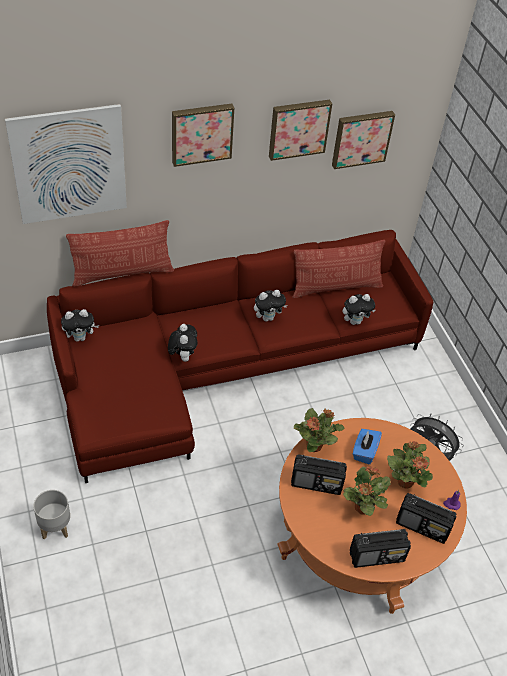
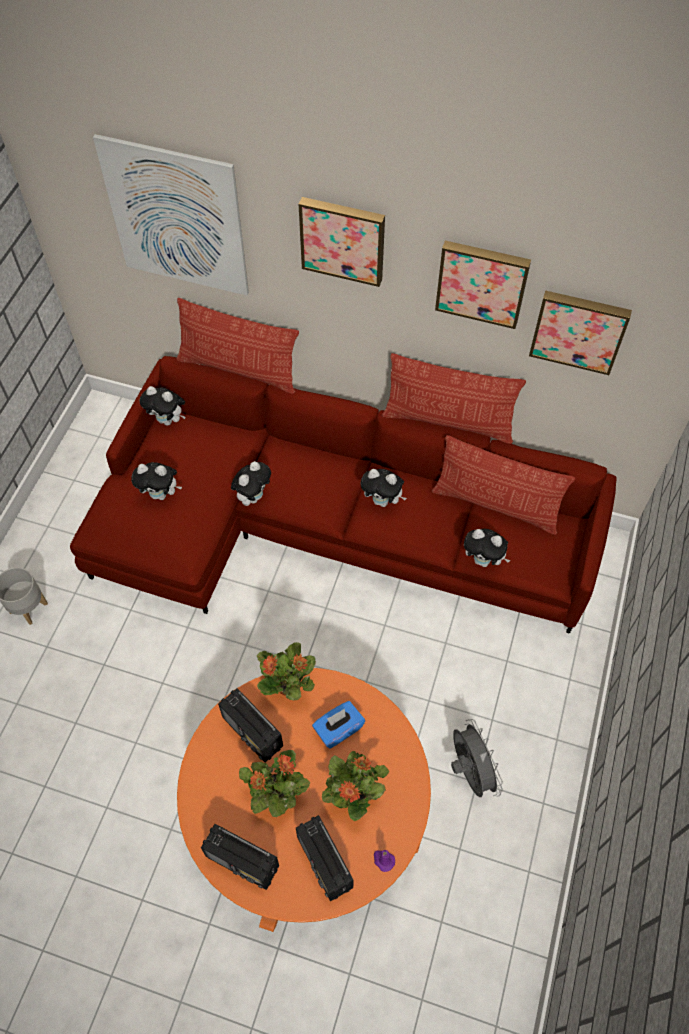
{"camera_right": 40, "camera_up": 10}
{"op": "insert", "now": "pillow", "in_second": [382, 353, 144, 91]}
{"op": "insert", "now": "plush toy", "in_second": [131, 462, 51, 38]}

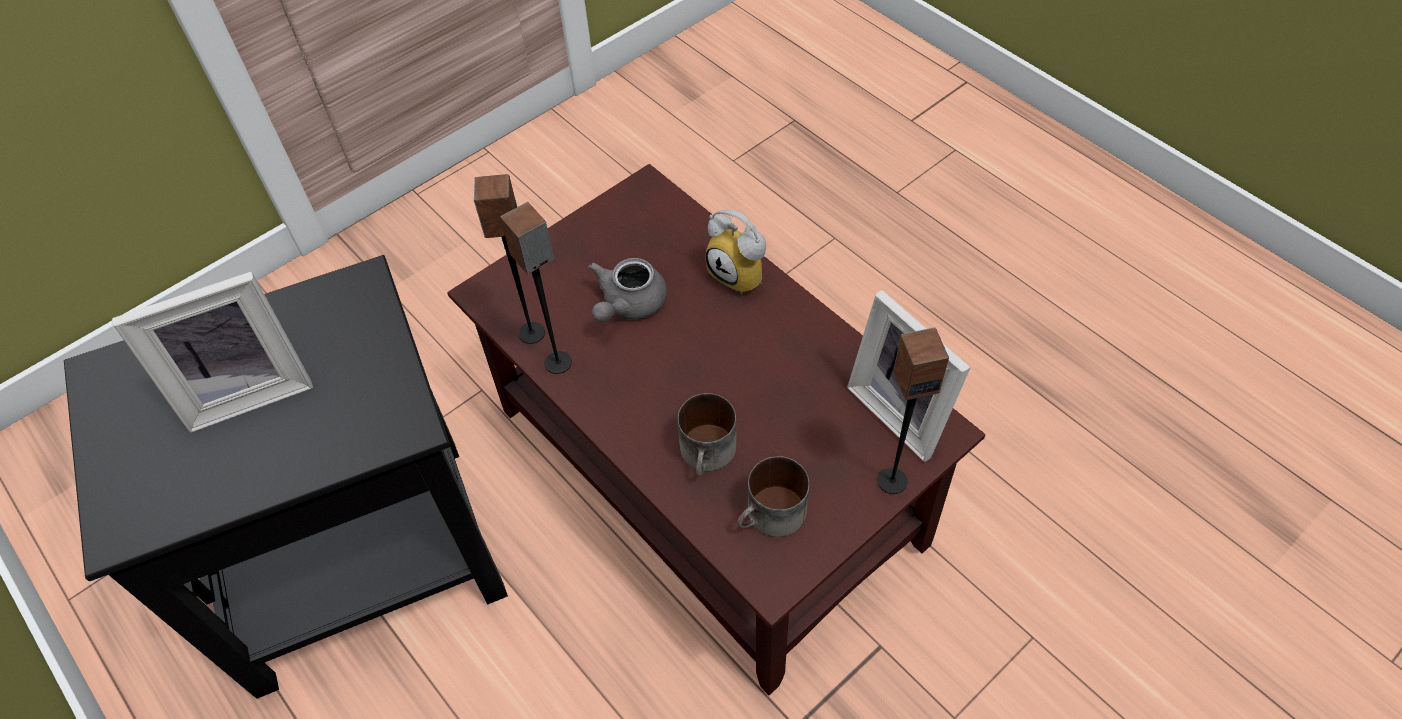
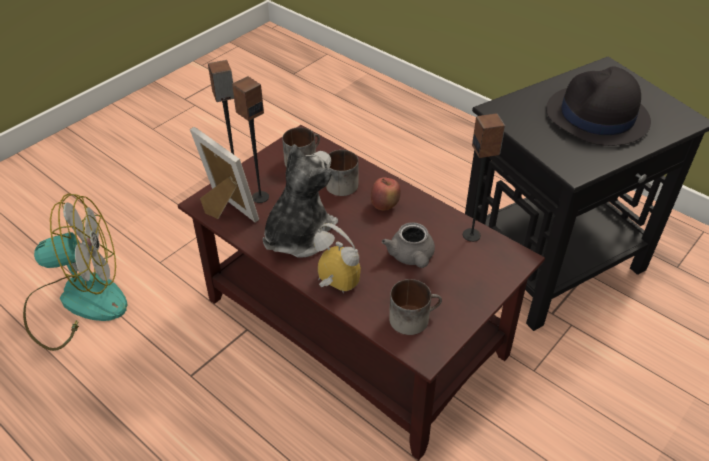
{"camera_right": 170, "camera_up": -10}
{"op": "move", "was": "speaker", "in_first": [500, 202, 72, 172], "in_second": [232, 76, 37, 127]}
{"op": "rotate", "was": "grey teapot", "in_first": [589, 258, 78, 64], "in_second": [382, 222, 53, 46], "clockwise": 150}
{"op": "replace", "was": "picture frame", "now": "black hat", "in_first": [112, 271, 201, 162], "in_second": [546, 66, 105, 80]}
{"op": "insert", "now": "plush toy", "in_second": [263, 144, 75, 114]}
{"op": "insert", "now": "apple", "in_second": [371, 177, 30, 33]}
{"op": "insert", "now": "fan", "in_second": [23, 193, 105, 158]}
{"op": "insert", "now": "mug", "in_second": [389, 279, 53, 56]}

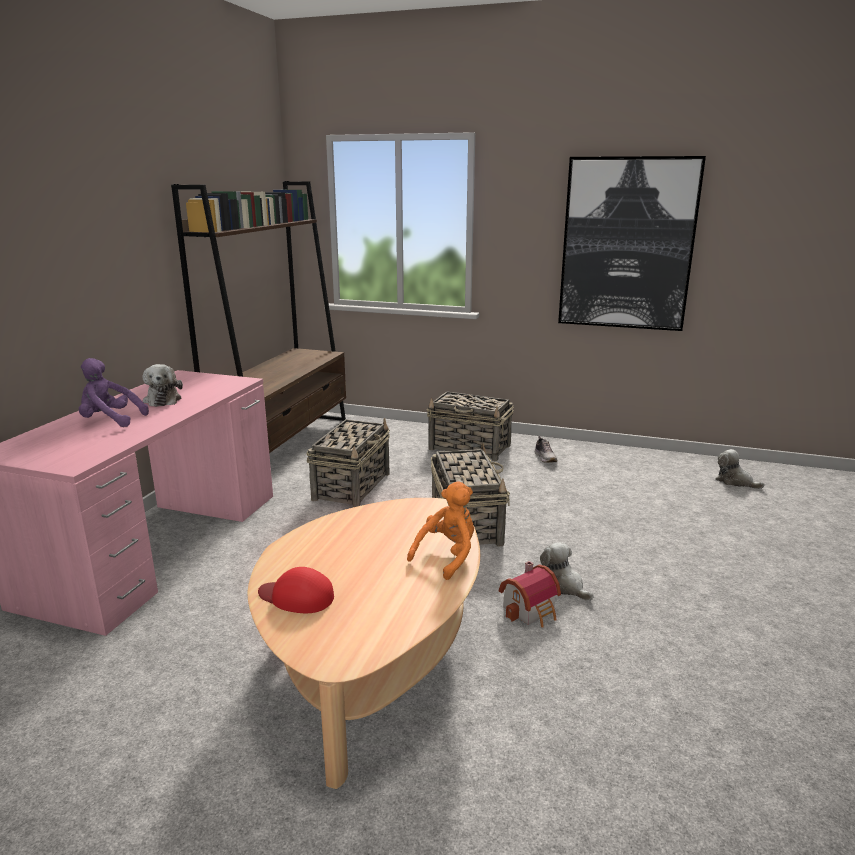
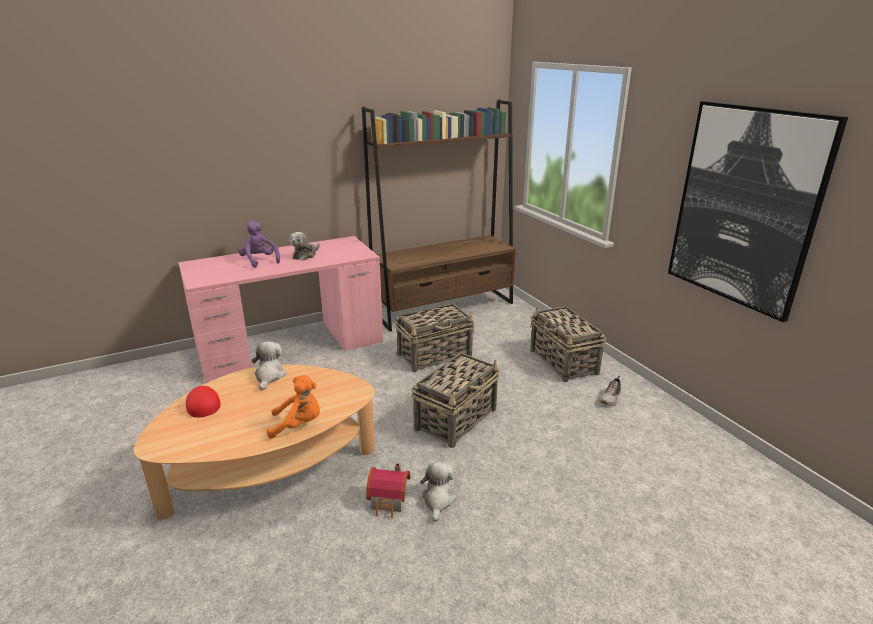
{"camera_right": 45, "camera_up": 5}
{"op": "move", "was": "plush toy", "in_first": [715, 449, 50, 40], "in_second": [251, 341, 35, 50]}

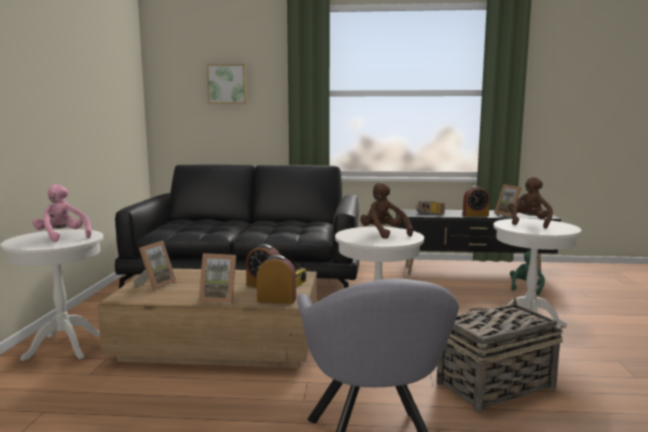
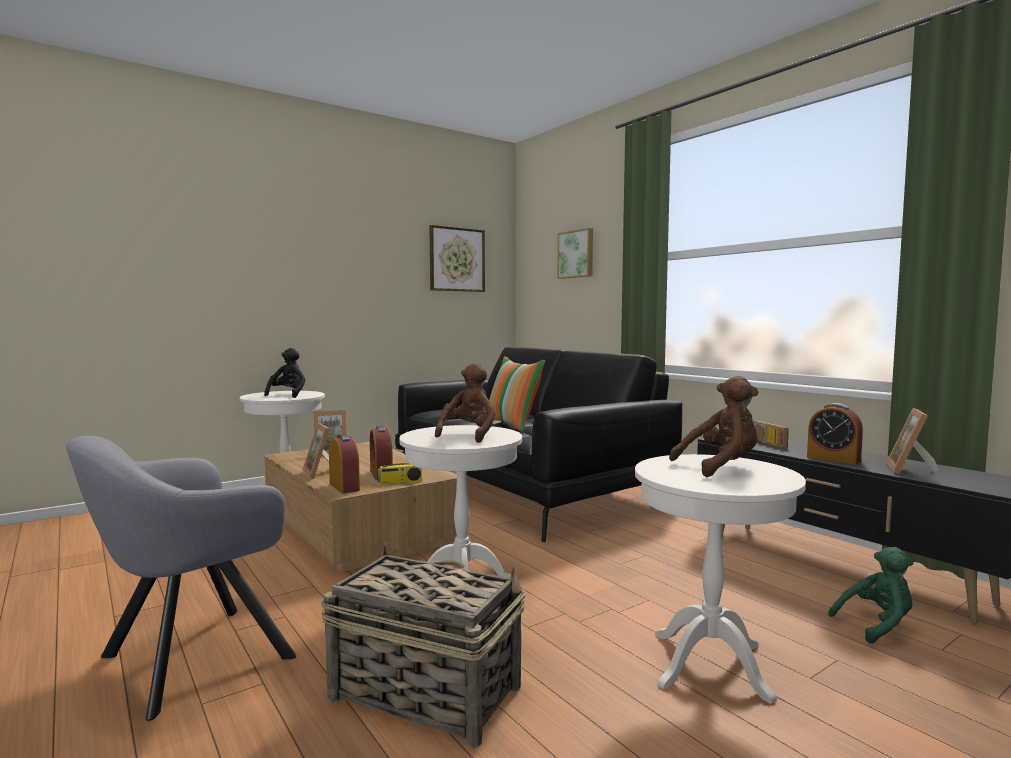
{"camera_right": 50, "camera_up": -5}
{"op": "recolor", "was": "pink plush toy", "now": "black plush toy", "in_first": [33, 184, 58, 58], "in_second": [264, 348, 41, 50]}
{"op": "insert", "now": "picture", "in_second": [429, 225, 56, 67]}
{"op": "insert", "now": "pillow", "in_second": [489, 356, 56, 76]}

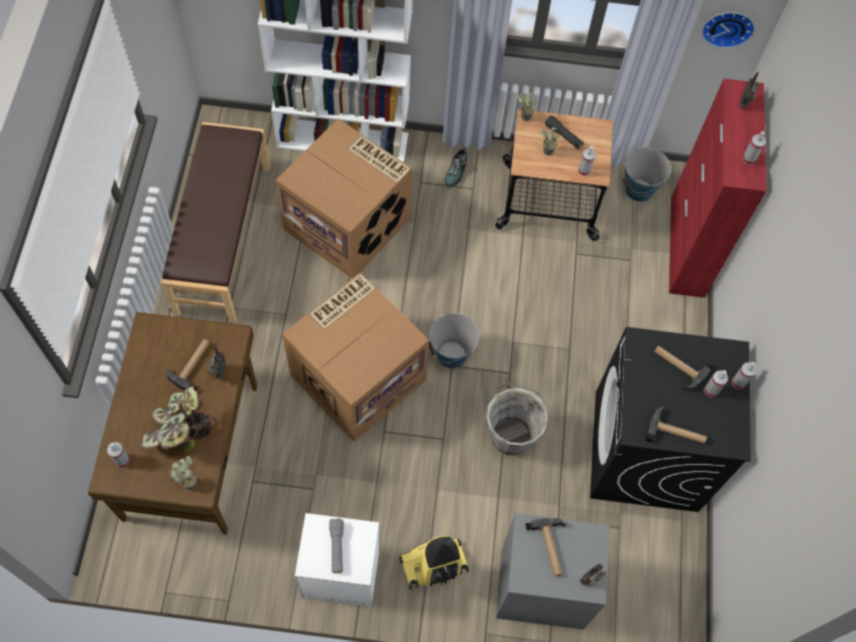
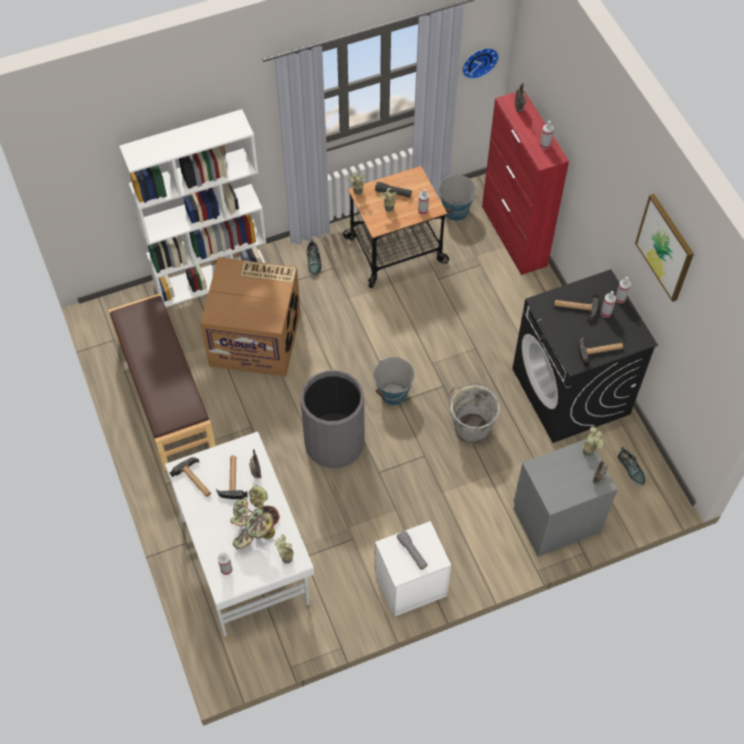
{"camera_right": -25, "camera_up": -5}
{"op": "replace", "was": "cardboard box", "now": "grey trash can", "in_first": [282, 273, 147, 169], "in_second": [300, 370, 64, 98]}
{"op": "recolor", "was": "brown desk", "now": "white desk", "in_first": [88, 312, 169, 223], "in_second": [165, 431, 149, 206]}
{"op": "move", "was": "hammer", "in_first": [526, 518, 40, 58], "in_second": [169, 457, 42, 40]}
{"op": "delete", "was": "vacuum cleaner", "in_first": [399, 536, 70, 54]}
{"op": "insert", "now": "picture", "in_second": [635, 194, 59, 108]}
{"op": "insert", "now": "potted plant", "in_second": [583, 427, 21, 30]}
{"op": "insert", "now": "shoe", "in_second": [617, 447, 28, 39]}

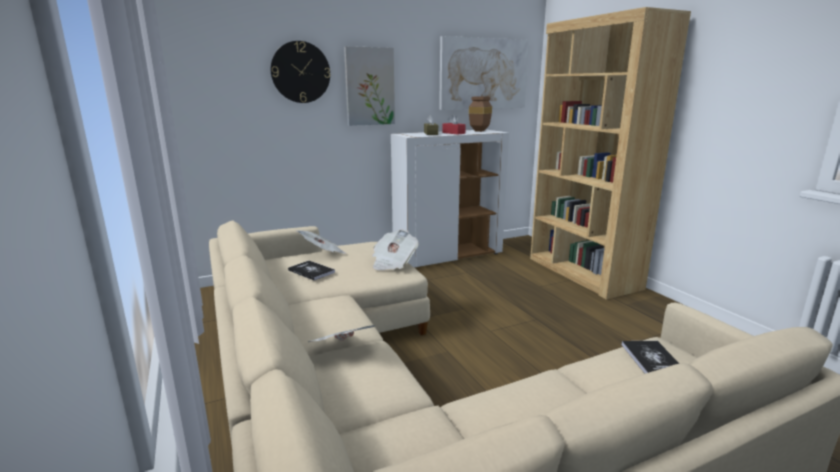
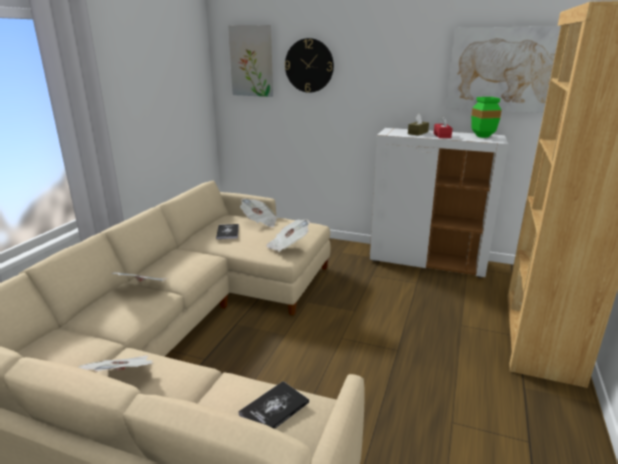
{"camera_right": 45, "camera_up": 5}
{"op": "move", "was": "picture", "in_first": [344, 46, 51, 80], "in_second": [228, 25, 45, 72]}
{"op": "recolor", "was": "brown vase", "now": "green vase", "in_first": [469, 96, 23, 36], "in_second": [471, 97, 31, 41]}
{"op": "insert", "now": "newspaper", "in_second": [78, 355, 76, 17]}

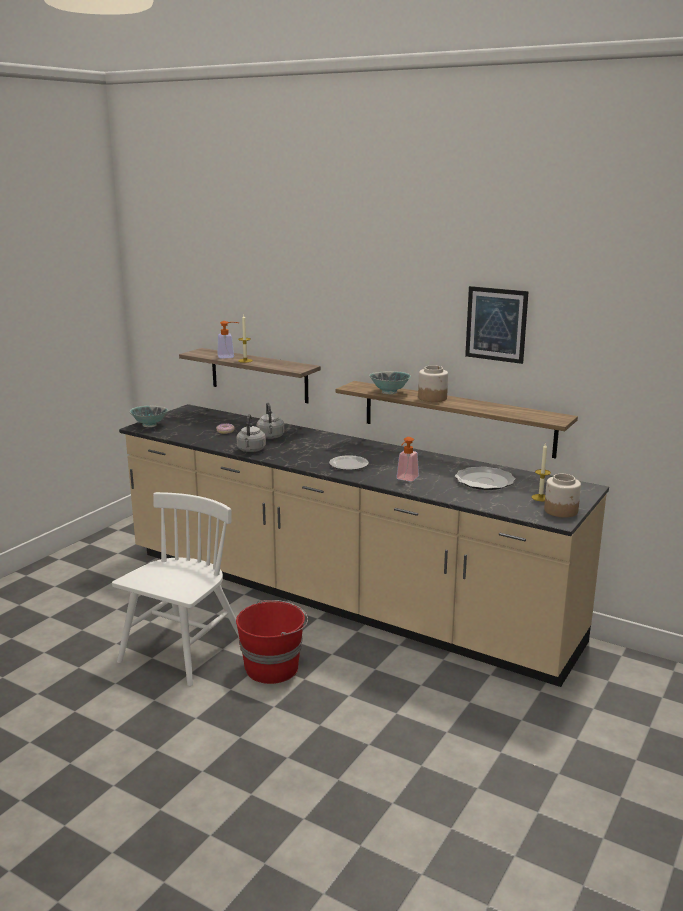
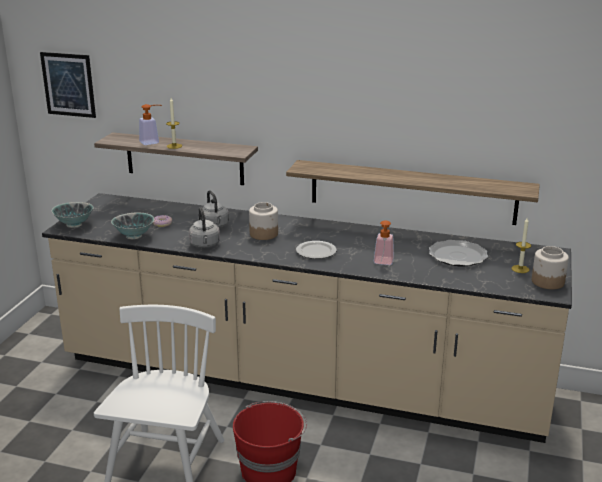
{"camera_right": -15, "camera_up": 5}
{"op": "move", "was": "picture", "in_first": [465, 286, 64, 78], "in_second": [40, 52, 56, 66]}
{"op": "move", "was": "jar", "in_first": [418, 365, 30, 37], "in_second": [249, 202, 29, 38]}
{"op": "move", "was": "bowl", "in_first": [369, 371, 42, 23], "in_second": [111, 213, 43, 26]}

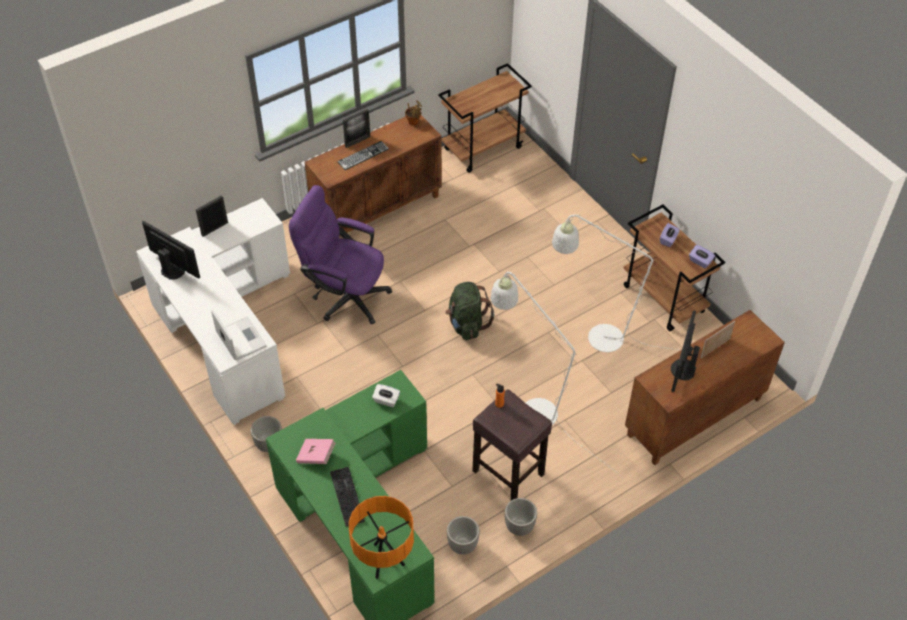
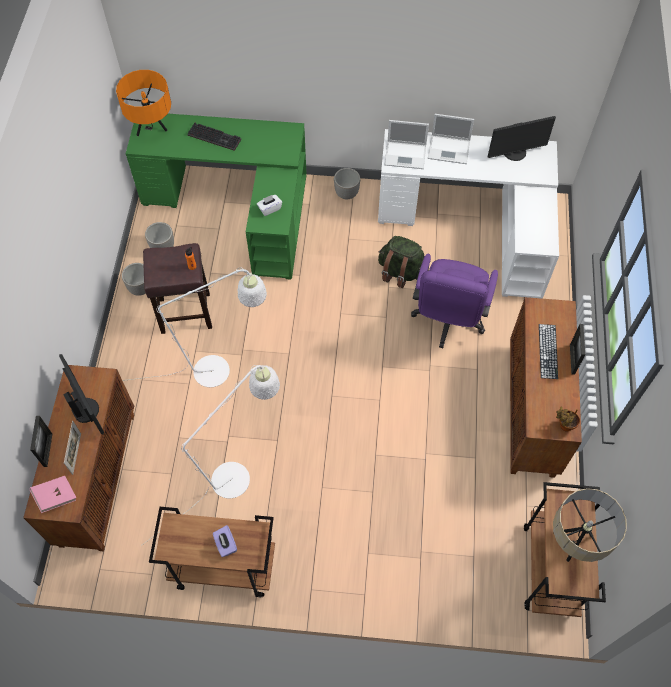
{"camera_right": 130, "camera_up": 10}
{"op": "rotate", "was": "purple office chair", "in_first": [289, 185, 103, 139], "in_second": [411, 254, 87, 94], "clockwise": 135}
{"op": "move", "was": "picture frame", "in_first": [196, 196, 32, 41], "in_second": [30, 416, 22, 51]}
{"op": "delete", "was": "purple tissue box", "in_first": [689, 245, 26, 23]}
{"op": "move", "was": "green backpack", "in_first": [445, 282, 49, 58], "in_second": [378, 236, 46, 52]}
{"op": "move", "was": "pink book", "in_first": [296, 439, 40, 25], "in_second": [30, 476, 47, 37]}
{"op": "insert", "now": "laptop", "in_second": [428, 114, 46, 50]}
{"op": "insert", "now": "beige table lamp", "in_second": [553, 488, 74, 74]}

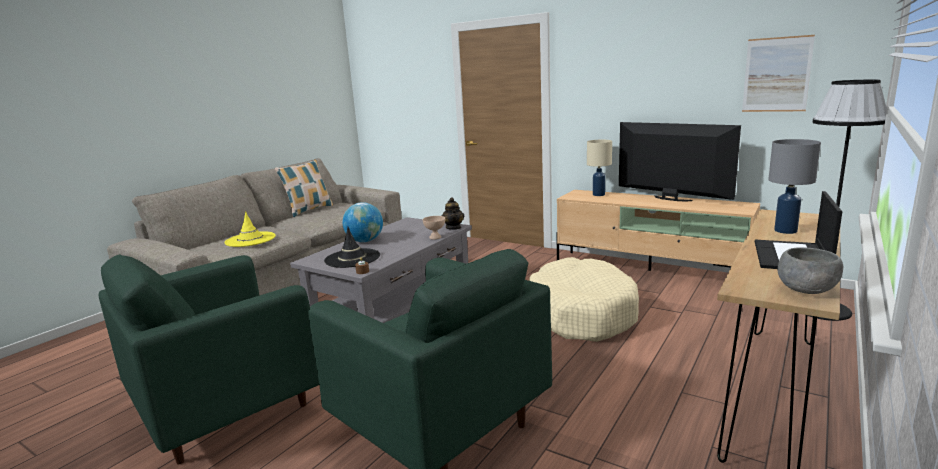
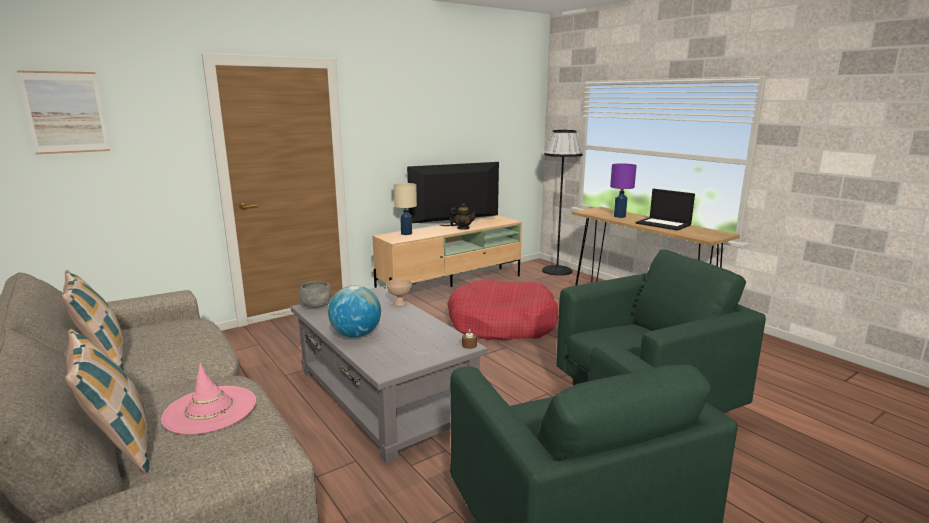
{"camera_right": -70, "camera_up": 0}
{"op": "move", "was": "picture", "in_first": [742, 35, 73, 77], "in_second": [17, 71, 93, 83]}
{"op": "recolor", "was": "grey table lamp", "now": "purple table lamp", "in_first": [768, 139, 53, 95], "in_second": [610, 163, 27, 55]}
{"op": "move", "was": "teapot", "in_first": [441, 198, 23, 32], "in_second": [449, 203, 28, 27]}
{"op": "recolor", "was": "yellow hat", "now": "pink hat", "in_first": [224, 211, 52, 36], "in_second": [161, 363, 95, 72]}
{"op": "delete", "was": "black hat", "in_first": [324, 227, 56, 41]}
{"op": "move", "was": "grey bowl", "in_first": [778, 247, 65, 47], "in_second": [299, 281, 33, 27]}
{"op": "recolor", "was": "beige dog bed", "now": "red dog bed", "in_first": [529, 257, 110, 85], "in_second": [447, 279, 111, 61]}
{"op": "insert", "now": "pillow", "in_second": [65, 329, 84, 144]}

